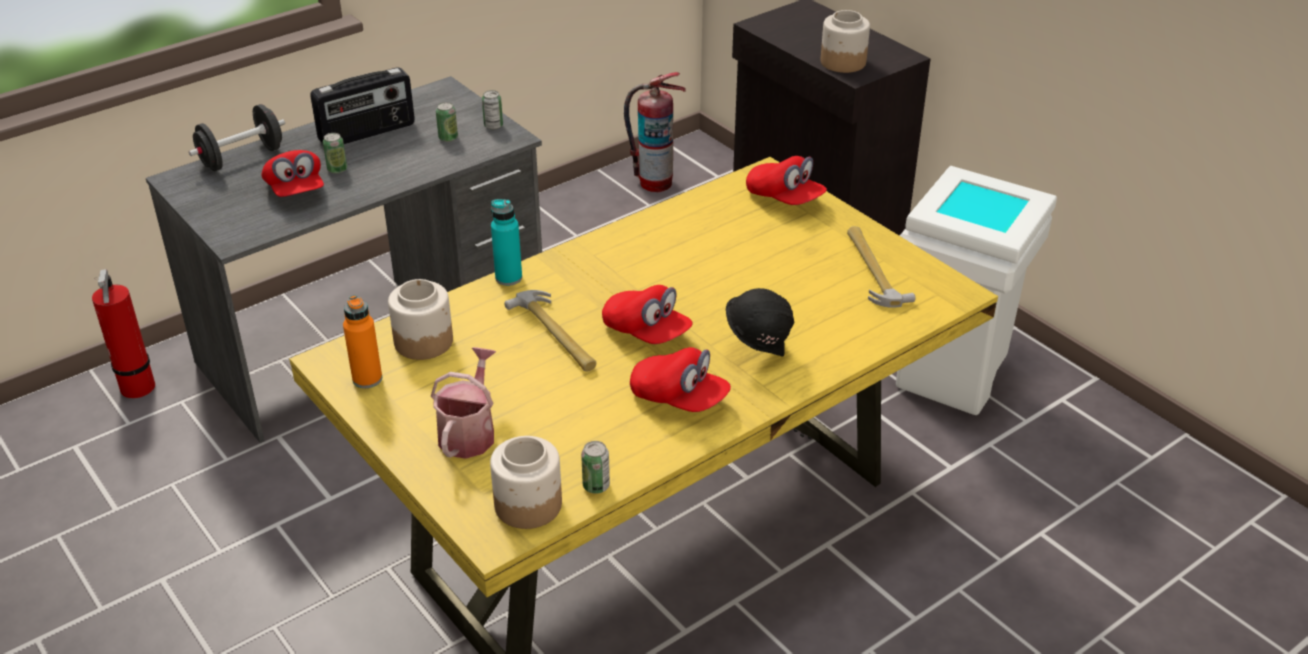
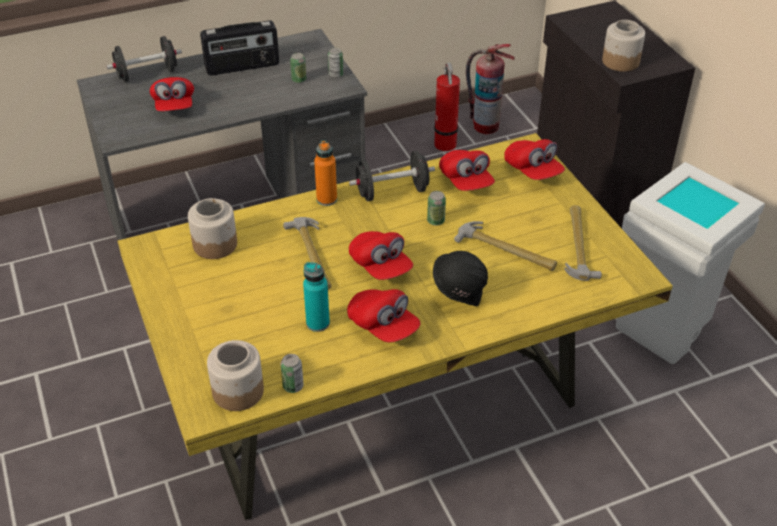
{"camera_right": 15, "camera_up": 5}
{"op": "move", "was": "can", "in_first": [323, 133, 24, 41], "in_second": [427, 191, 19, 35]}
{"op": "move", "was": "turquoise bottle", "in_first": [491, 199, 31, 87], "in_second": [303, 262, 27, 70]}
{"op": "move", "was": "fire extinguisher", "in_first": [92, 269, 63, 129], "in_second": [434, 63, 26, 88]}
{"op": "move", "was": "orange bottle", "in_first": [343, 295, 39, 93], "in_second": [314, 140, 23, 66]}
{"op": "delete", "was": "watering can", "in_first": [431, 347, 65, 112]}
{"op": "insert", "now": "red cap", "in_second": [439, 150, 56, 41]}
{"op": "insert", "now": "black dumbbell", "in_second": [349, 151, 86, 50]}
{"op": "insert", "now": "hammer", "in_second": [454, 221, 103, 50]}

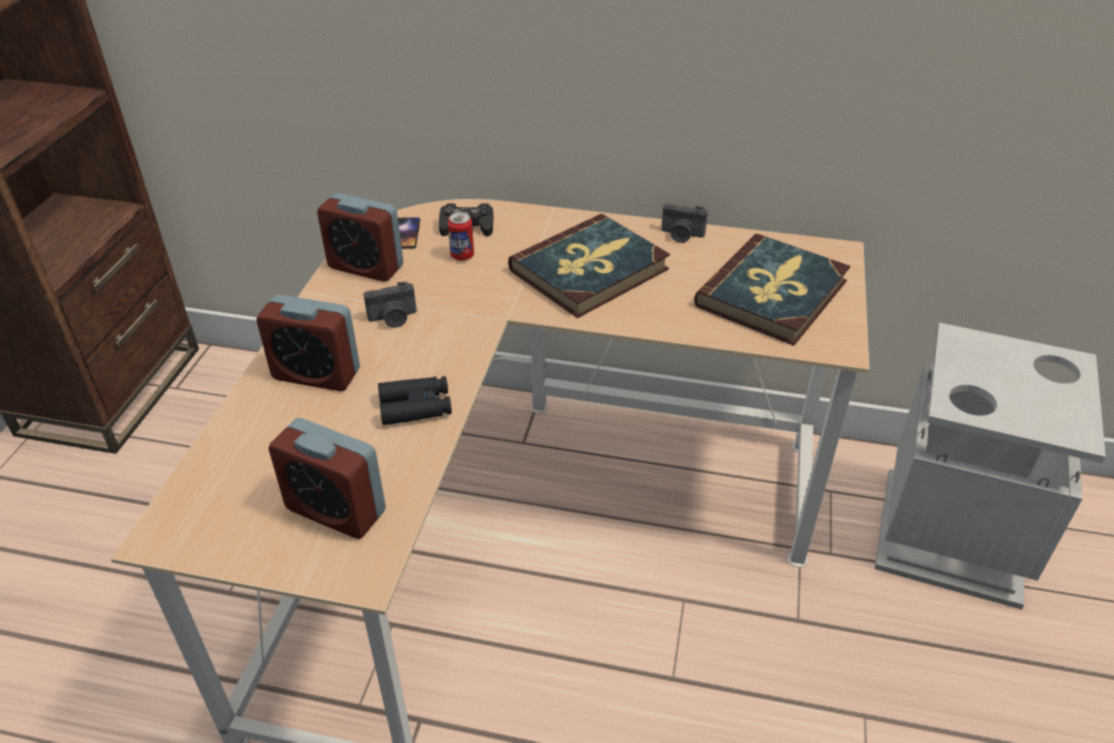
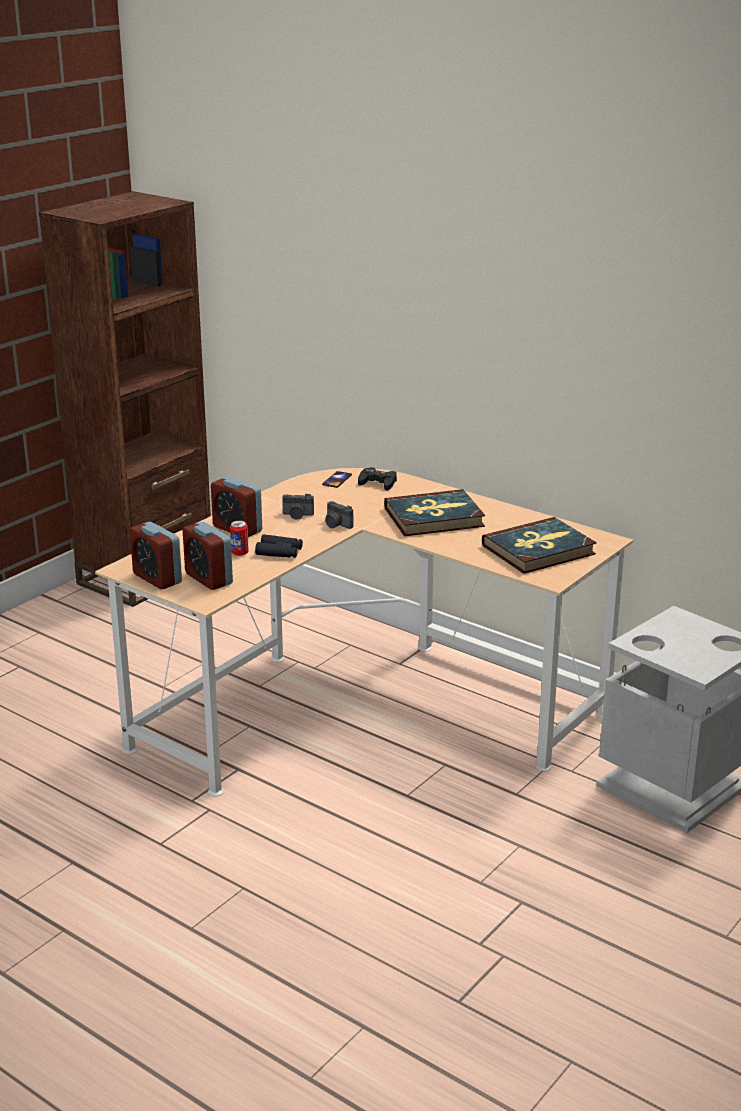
{"camera_right": 25, "camera_up": -15}
{"op": "move", "was": "alarm clock", "in_first": [317, 193, 86, 89], "in_second": [130, 522, 52, 67]}
{"op": "move", "was": "photo camera", "in_first": [661, 204, 47, 39], "in_second": [325, 501, 28, 28]}
{"op": "move", "was": "can", "in_first": [448, 212, 26, 49], "in_second": [230, 521, 19, 35]}

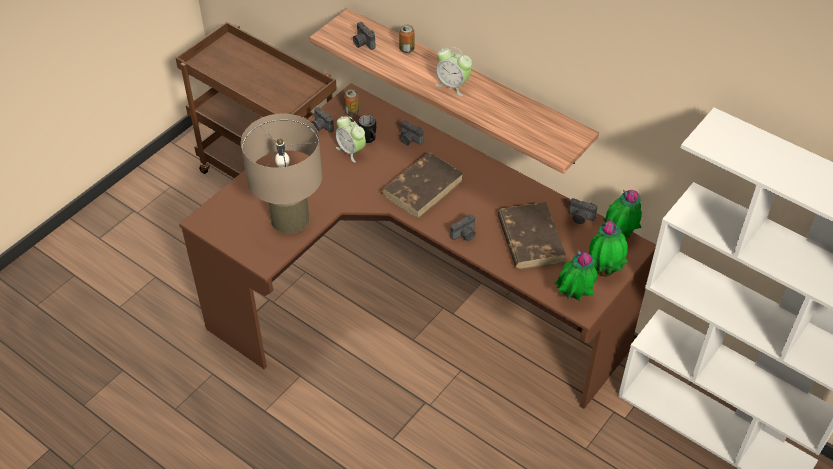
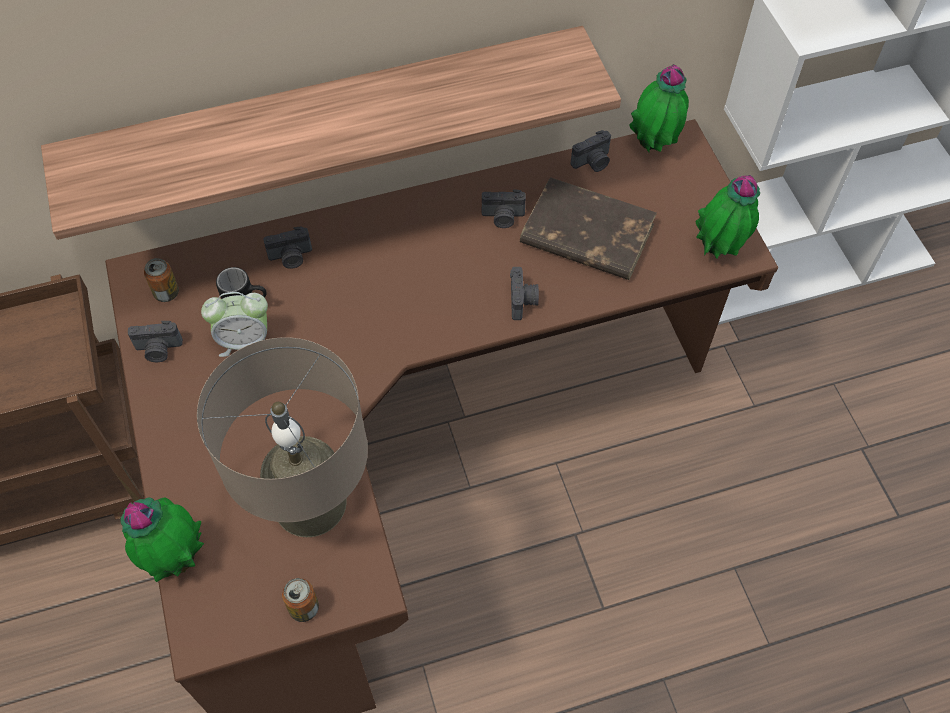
{"camera_right": -55, "camera_up": 10}
{"op": "move", "was": "photo camera", "in_first": [353, 22, 22, 28], "in_second": [482, 189, 44, 39]}
{"op": "move", "was": "can", "in_first": [399, 24, 16, 29], "in_second": [282, 578, 37, 44]}
{"op": "delete", "was": "alarm clock", "in_first": [436, 47, 36, 49]}
{"op": "delete", "was": "brown book", "in_first": [381, 152, 83, 67]}
{"op": "move", "was": "potted plant", "in_first": [589, 220, 39, 57], "in_second": [121, 497, 83, 85]}

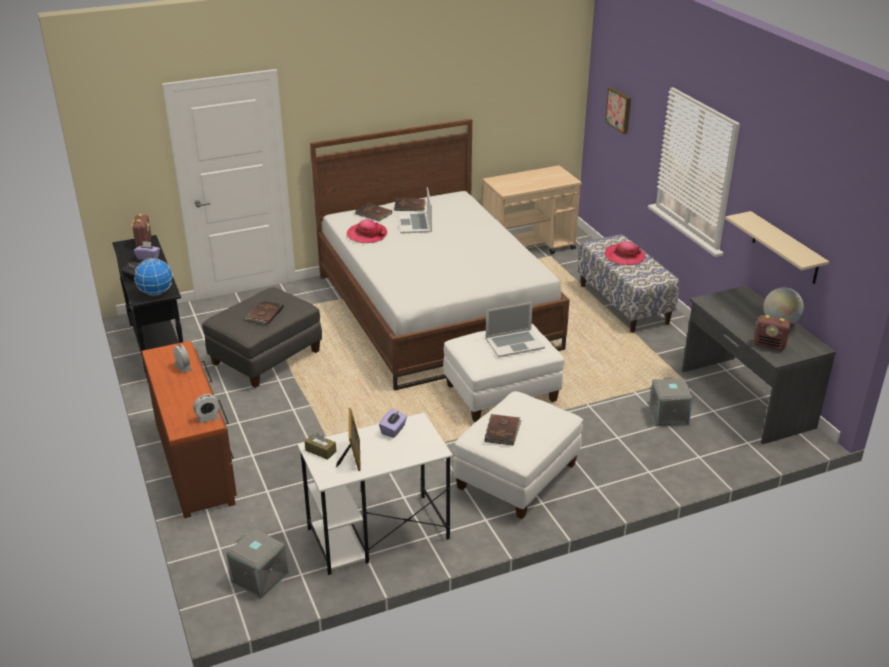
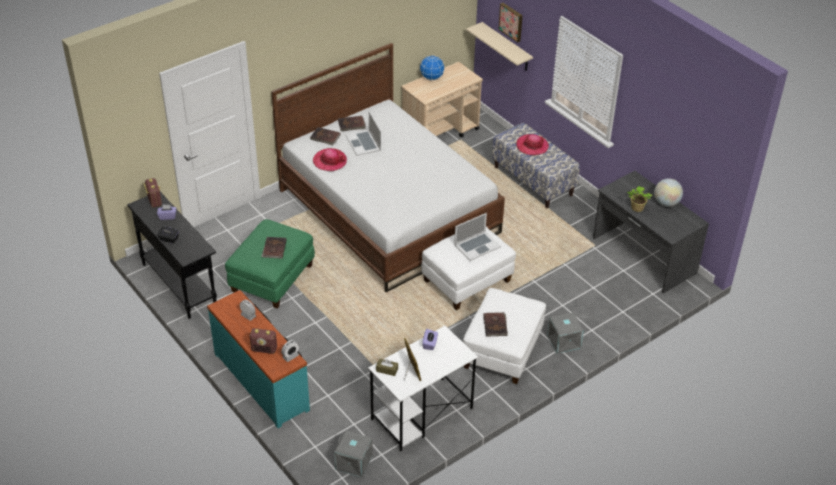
{"camera_right": -15, "camera_up": 10}
{"op": "move", "was": "beige shelf", "in_first": [725, 211, 104, 73], "in_second": [466, 22, 67, 49]}
{"op": "move", "was": "globe", "in_first": [134, 258, 39, 37], "in_second": [420, 55, 25, 25]}
{"op": "recolor", "was": "grey ottoman", "now": "green ottoman", "in_first": [202, 287, 120, 101], "in_second": [225, 219, 90, 89]}
{"op": "move", "was": "radio", "in_first": [754, 315, 37, 36], "in_second": [250, 328, 27, 26]}
{"op": "recolor", "was": "brown dresser", "now": "turquoise dresser", "in_first": [142, 341, 95, 177], "in_second": [207, 290, 103, 138]}
{"op": "move", "was": "grey storage box", "in_first": [649, 377, 44, 49], "in_second": [547, 312, 37, 42]}
{"op": "insert", "now": "potted plant", "in_second": [627, 186, 25, 26]}

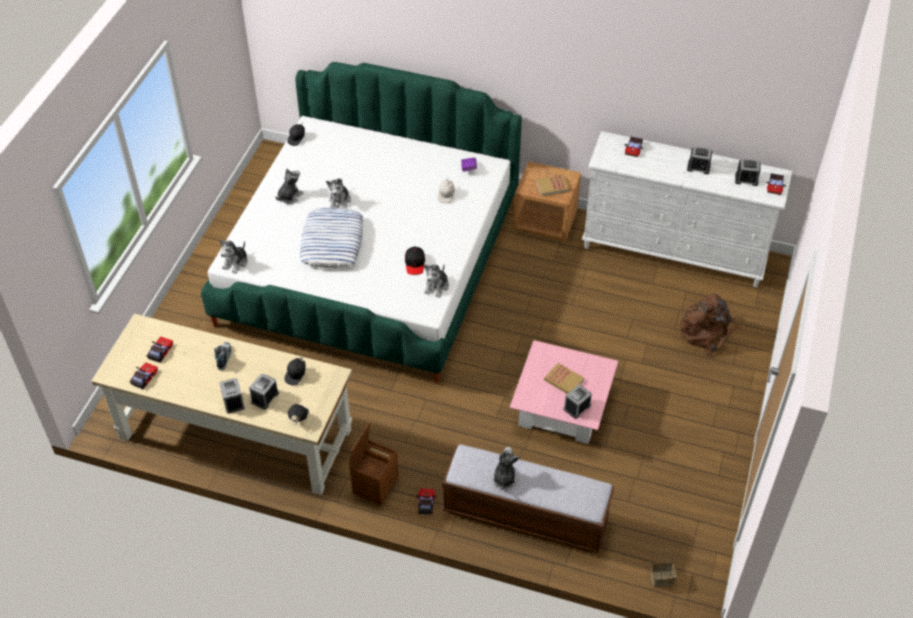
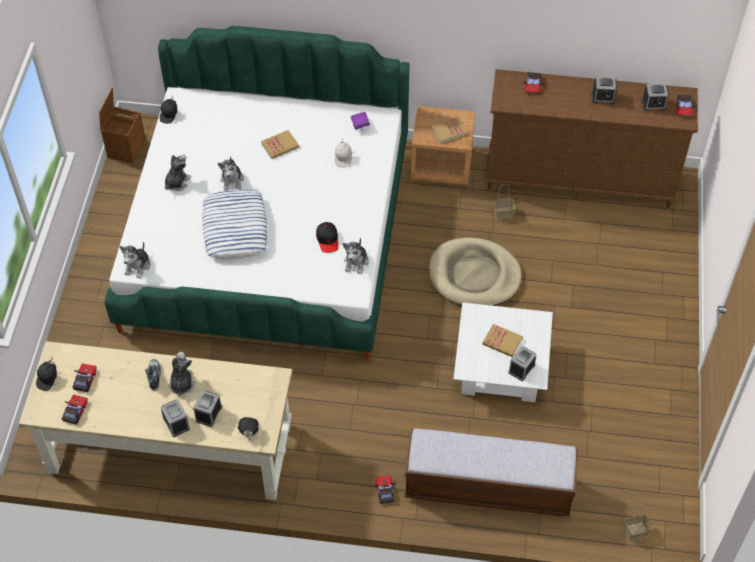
{"camera_right": -10, "camera_up": 5}
{"op": "recolor", "was": "white dresser", "now": "brown dresser", "in_first": [582, 131, 210, 156], "in_second": [485, 69, 213, 139]}
{"op": "delete", "was": "brown backpack", "in_first": [680, 293, 63, 62]}
{"op": "recolor", "was": "pink coffee table", "now": "white coffee table", "in_first": [509, 340, 109, 104], "in_second": [453, 302, 100, 100]}
{"op": "move", "was": "black cap", "in_first": [284, 355, 22, 31], "in_second": [36, 357, 21, 34]}
{"op": "move", "was": "brown storage box", "in_first": [349, 422, 49, 84], "in_second": [99, 88, 47, 76]}
{"op": "move", "was": "plush toy", "in_first": [492, 447, 28, 43], "in_second": [169, 352, 26, 44]}
{"op": "insert", "now": "book", "in_second": [261, 130, 38, 29]}
{"op": "insert", "now": "basket", "in_second": [494, 184, 22, 35]}
{"op": "insert", "now": "beige dog bed", "in_second": [429, 238, 93, 68]}

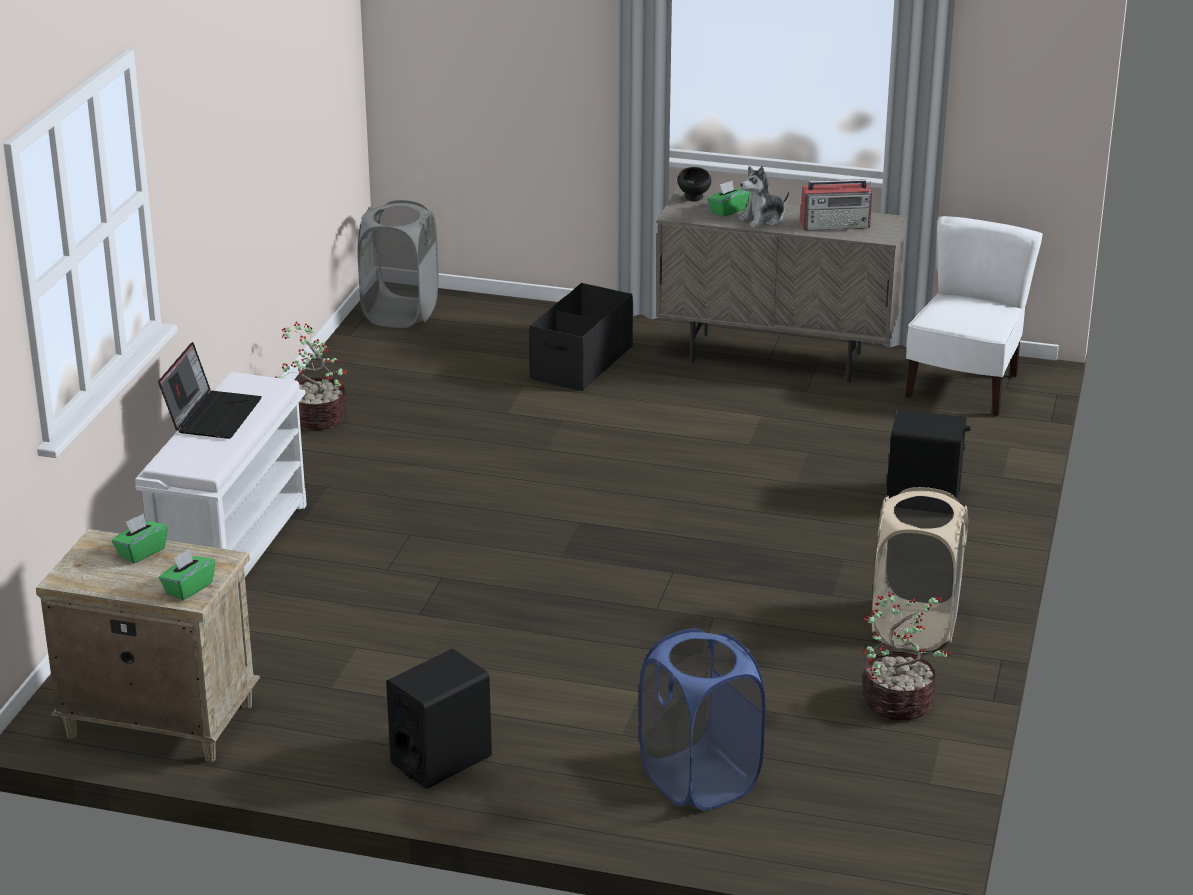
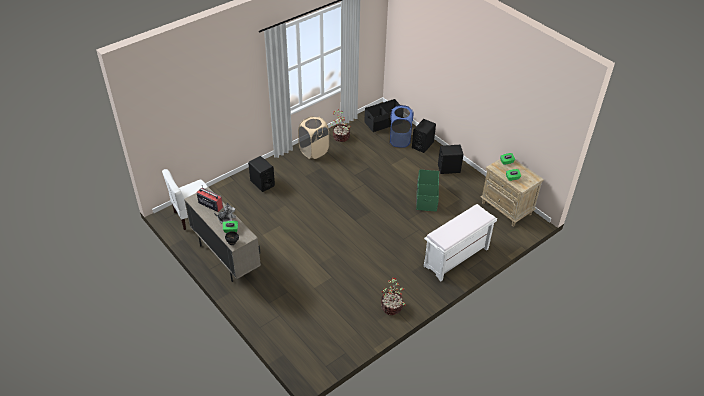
{"camera_right": -145, "camera_up": 15}
{"op": "delete", "was": "grey laundry basket", "in_first": [357, 200, 82, 128]}
{"op": "move", "was": "black storage box", "in_first": [529, 283, 104, 108], "in_second": [365, 99, 35, 33]}
{"op": "delete", "was": "laptop", "in_first": [158, 342, 104, 97]}
{"op": "insert", "now": "black speaker", "in_second": [412, 119, 24, 34]}
{"op": "insert", "now": "green storage box", "in_second": [416, 169, 23, 43]}

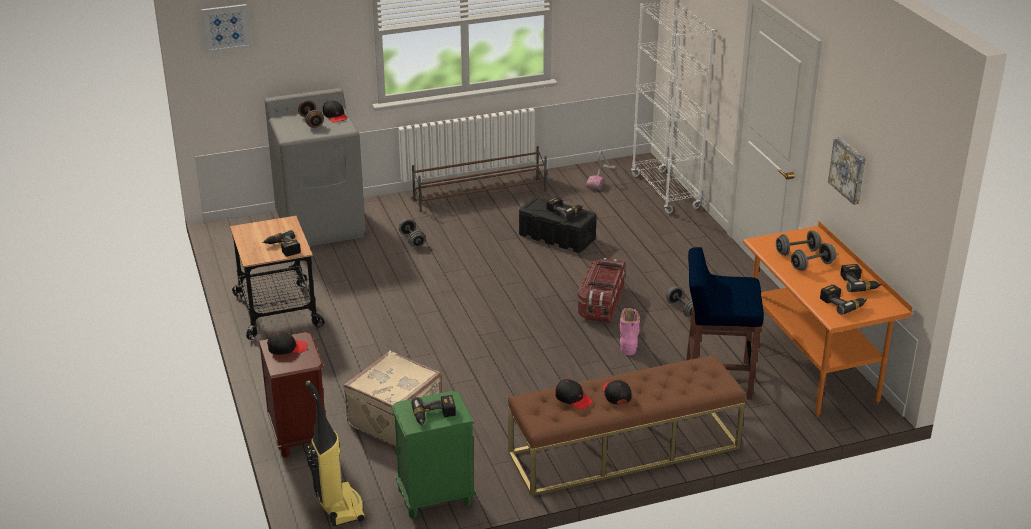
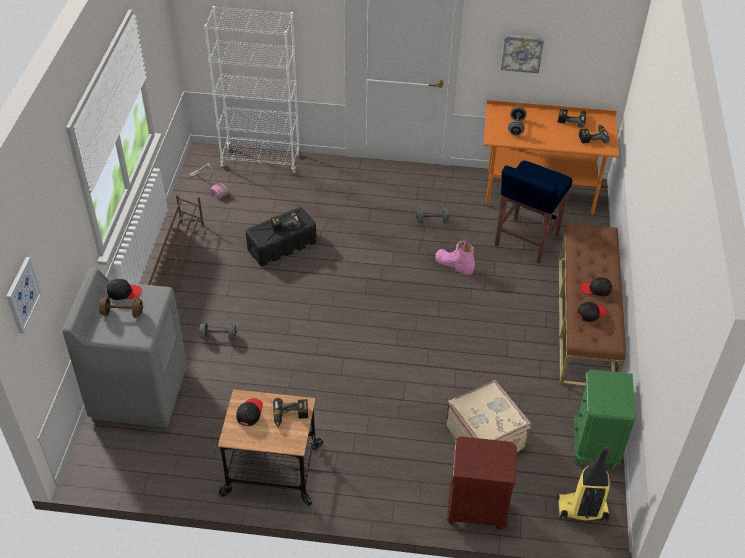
{"camera_right": -65, "camera_up": 15}
{"op": "delete", "was": "grey dumbbell", "in_first": [791, 243, 45, 28]}
{"op": "delete", "was": "storage box", "in_first": [578, 258, 47, 66]}
{"op": "move", "was": "black cap", "in_first": [267, 332, 40, 23], "in_second": [236, 398, 27, 28]}
{"op": "delete", "was": "power drill", "in_first": [411, 395, 45, 31]}

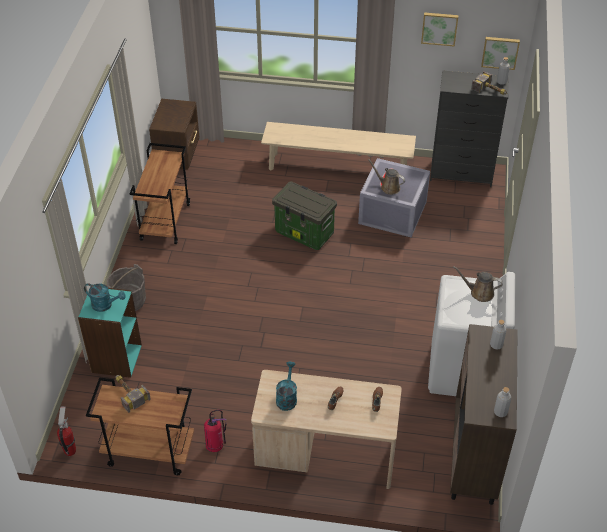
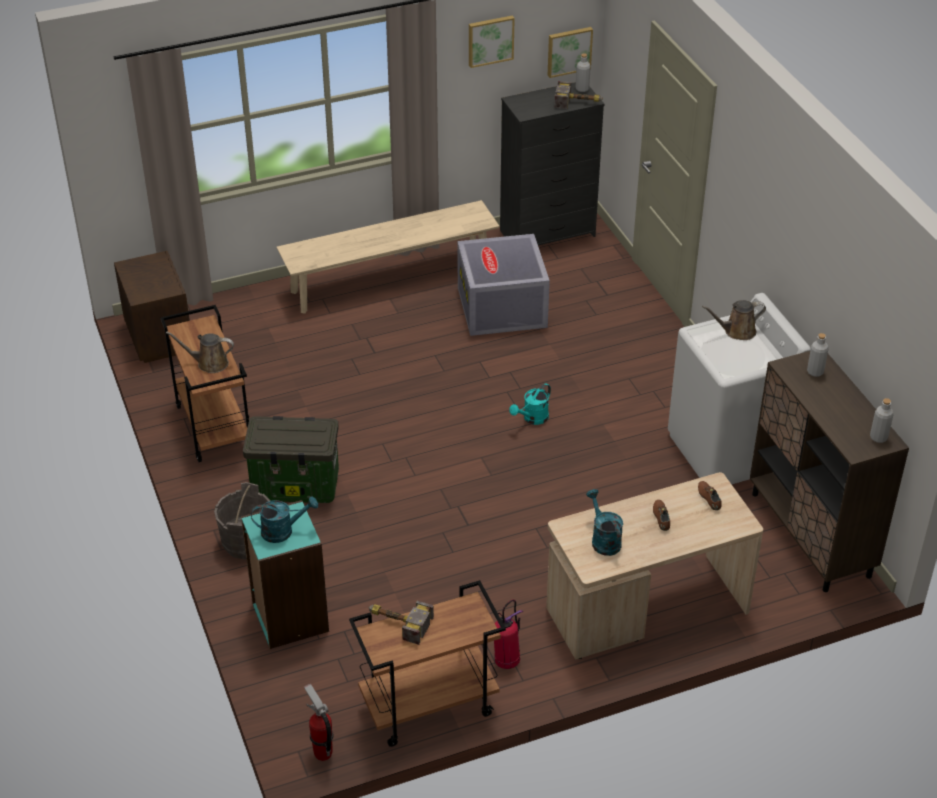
{"camera_right": -30, "camera_up": -5}
{"op": "move", "was": "brown watering can", "in_first": [368, 159, 37, 36], "in_second": [166, 331, 68, 42]}
{"op": "move", "was": "storage box", "in_first": [272, 181, 65, 69], "in_second": [243, 416, 96, 87]}
{"op": "insert", "now": "turquoise watering can", "in_second": [509, 383, 42, 42]}

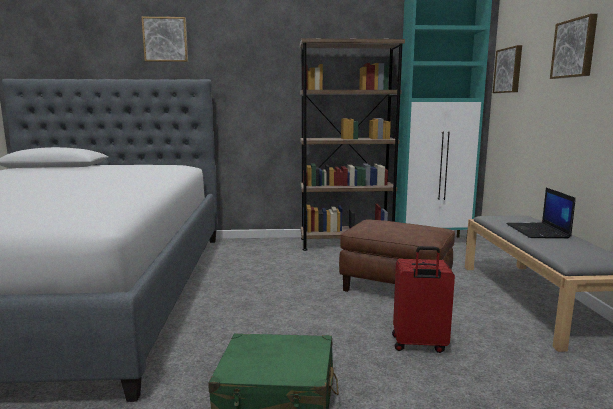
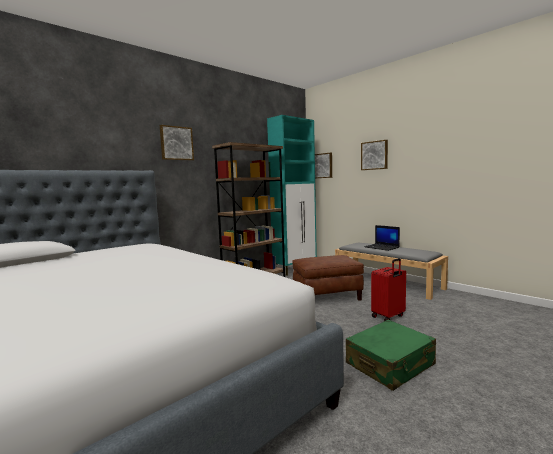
{"camera_right": -40, "camera_up": -5}
{"op": "move", "was": "picture", "in_first": [141, 17, 47, 45], "in_second": [160, 125, 34, 35]}

